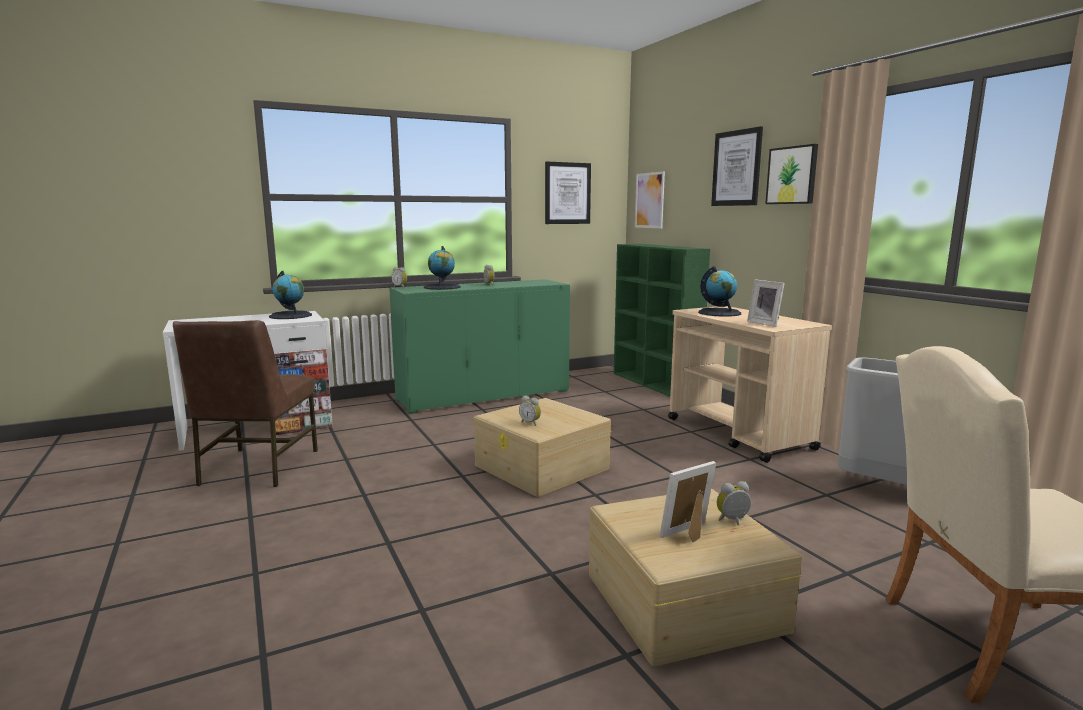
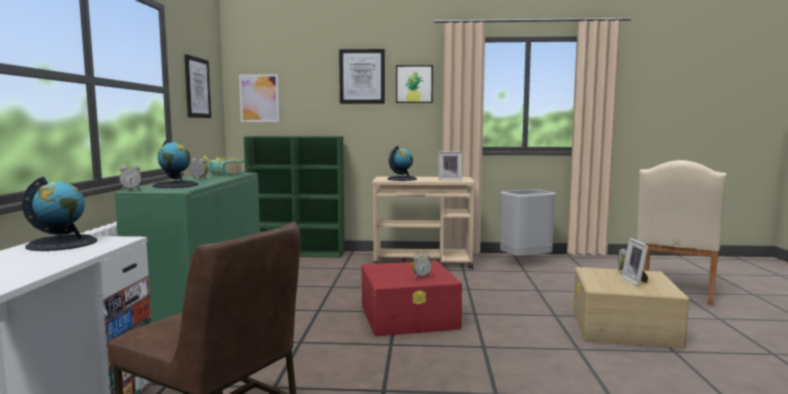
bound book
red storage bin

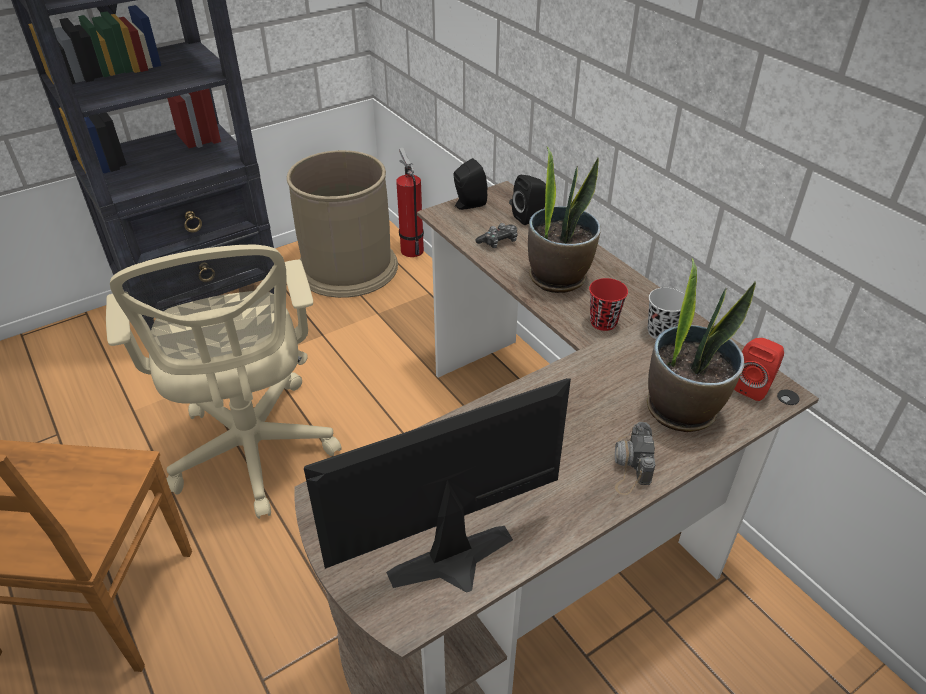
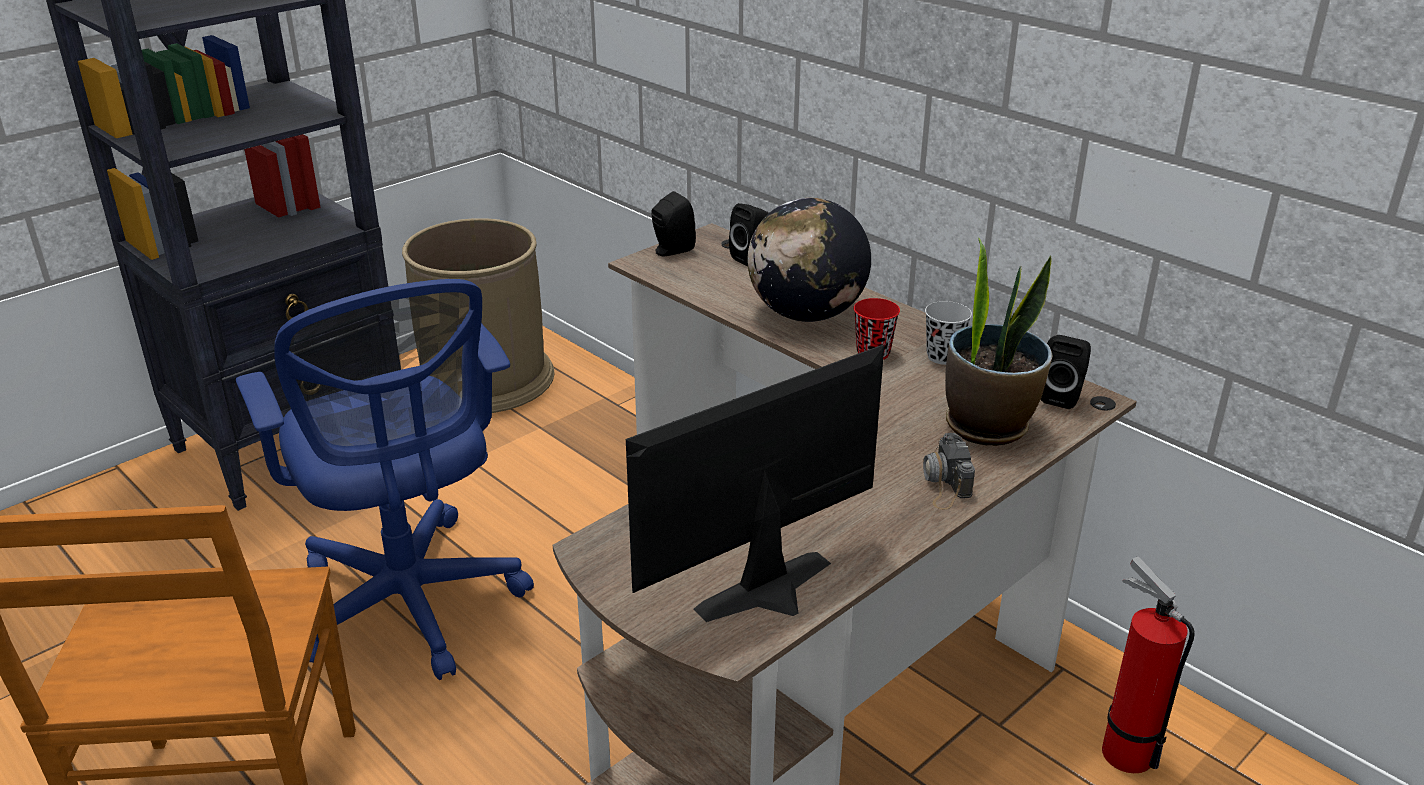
joypad
fire extinguisher
globe
blue desk chair
black speaker (no. 3 from left)

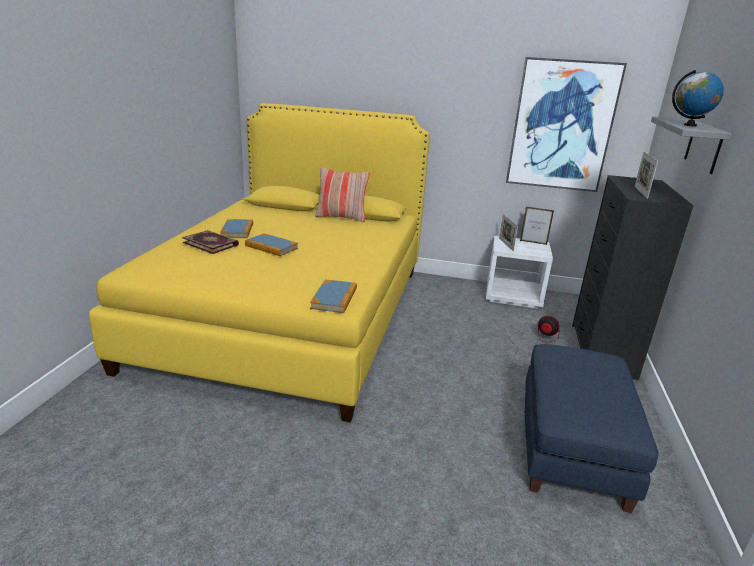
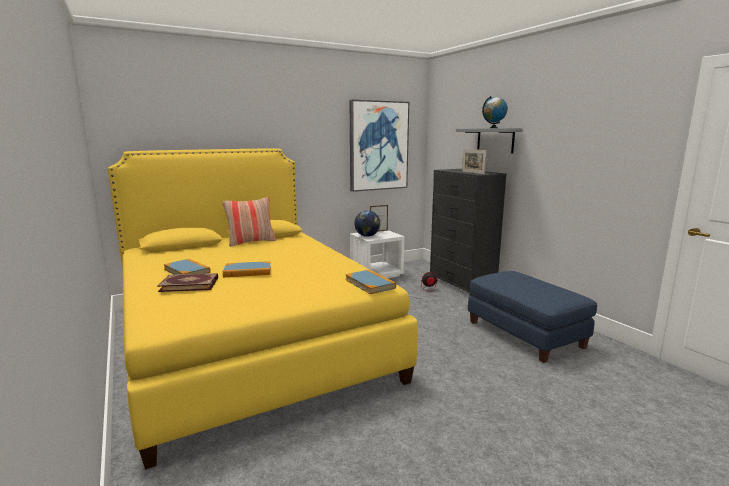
globe (no. 1 from left)

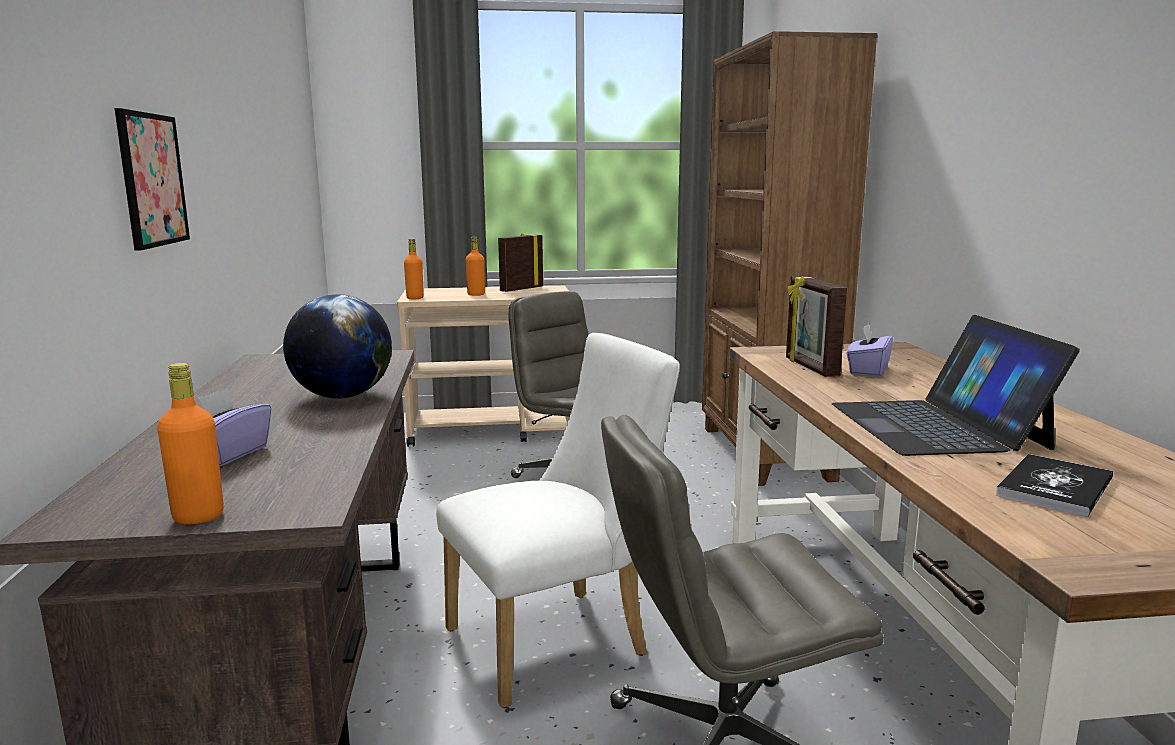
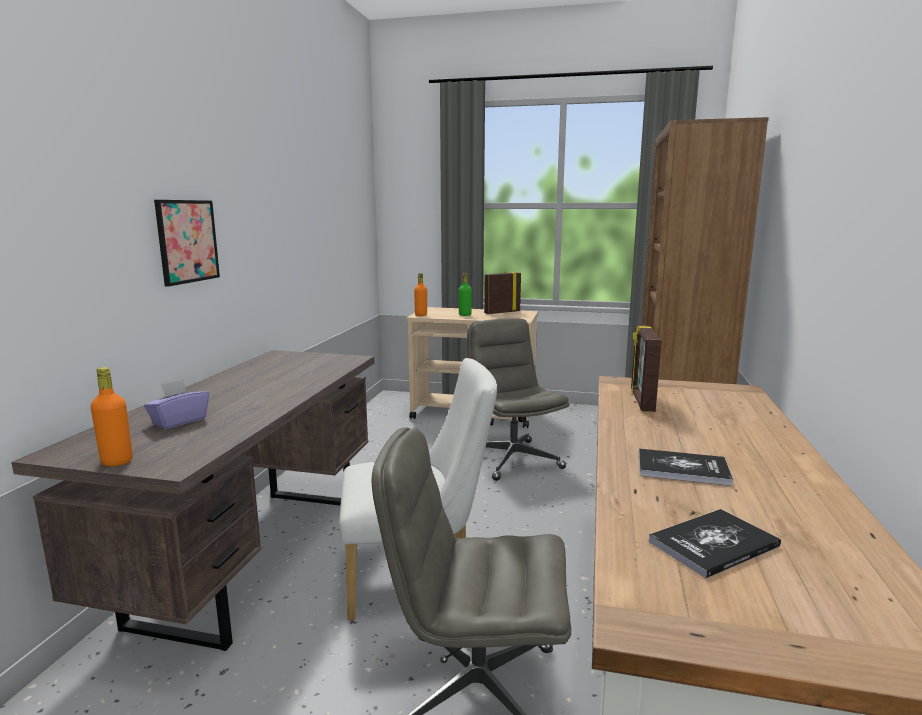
globe
purplish box of tissues (no. 2 from left in the first image)
bound book (no. 1 from left)
greenish bottle

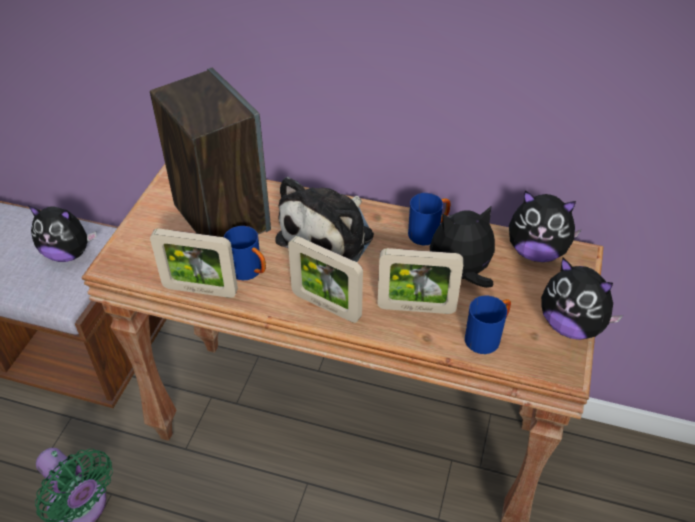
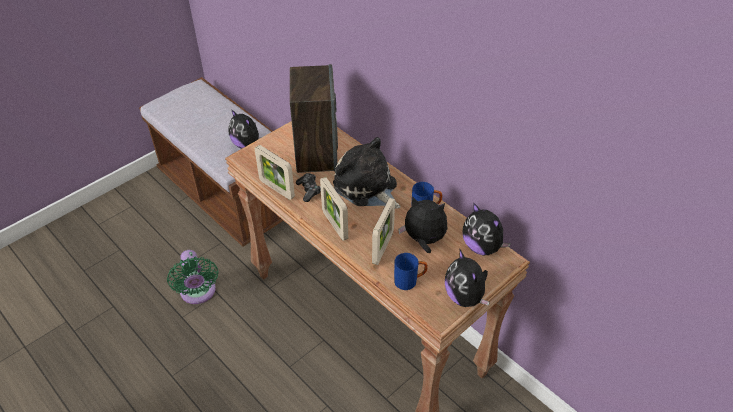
joypad
soft toy (no. 2 from left)
standing frame (no. 3 from left)

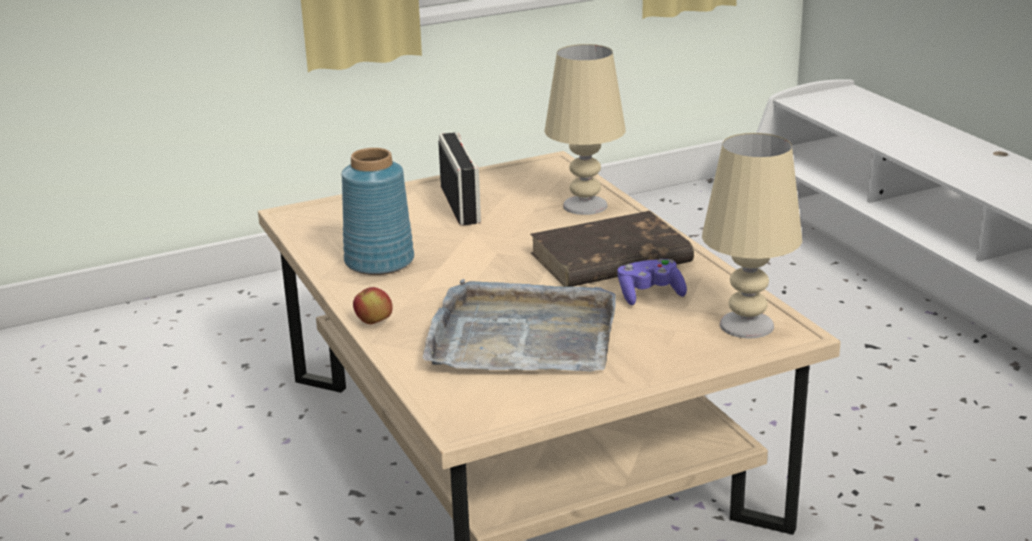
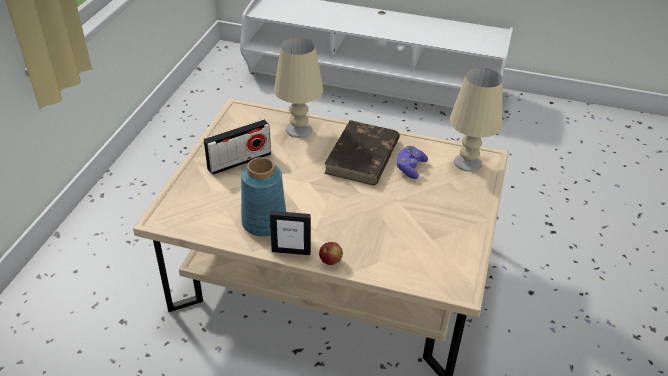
grey serving tray
standing frame
radio receiver

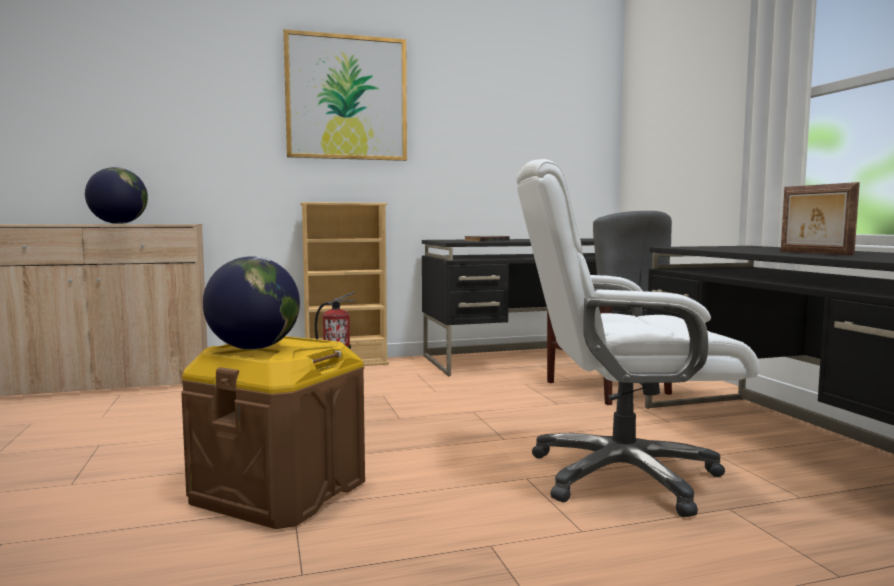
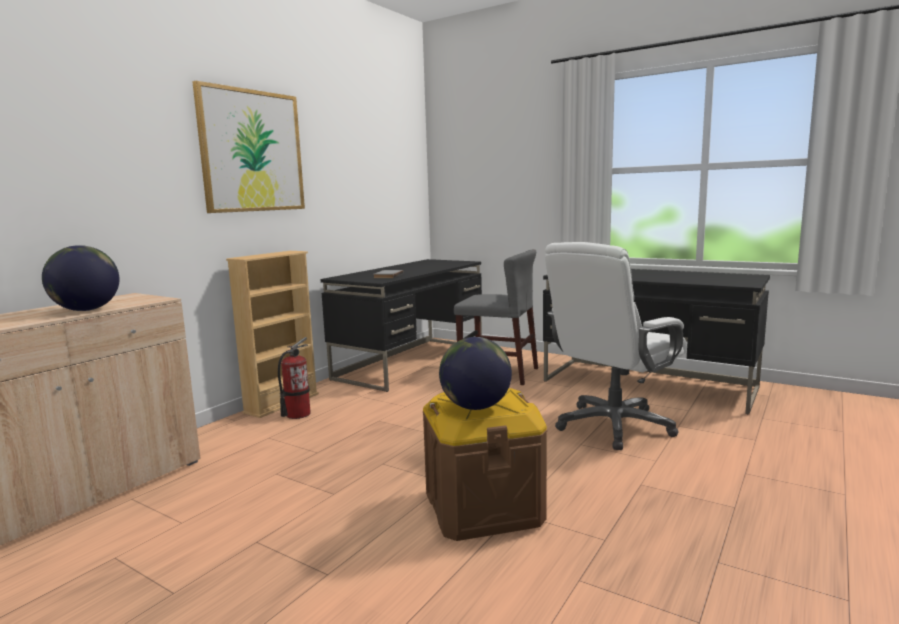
standing frame

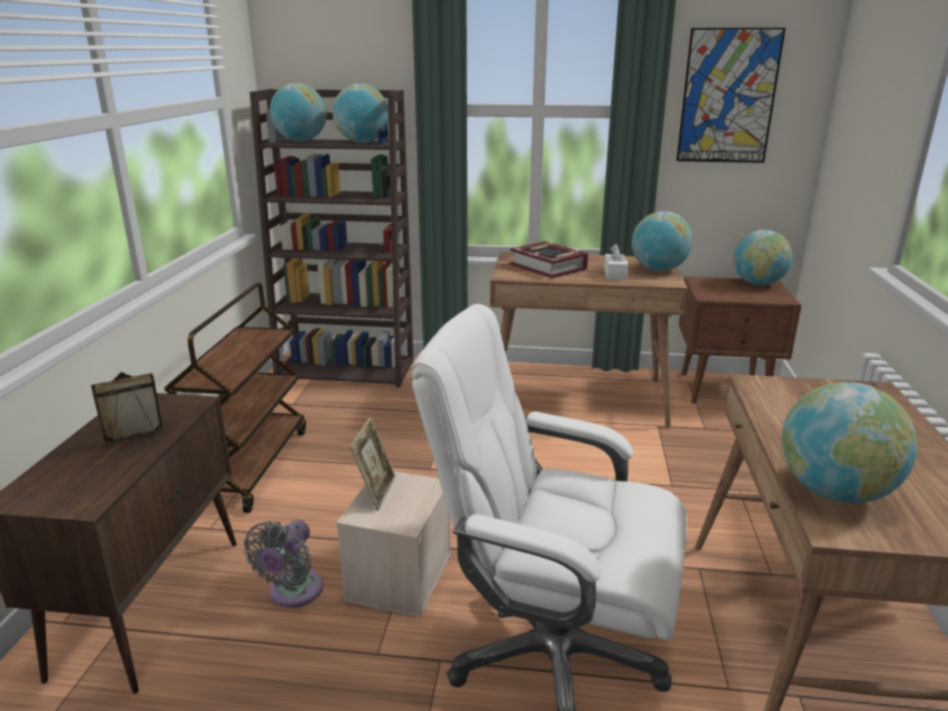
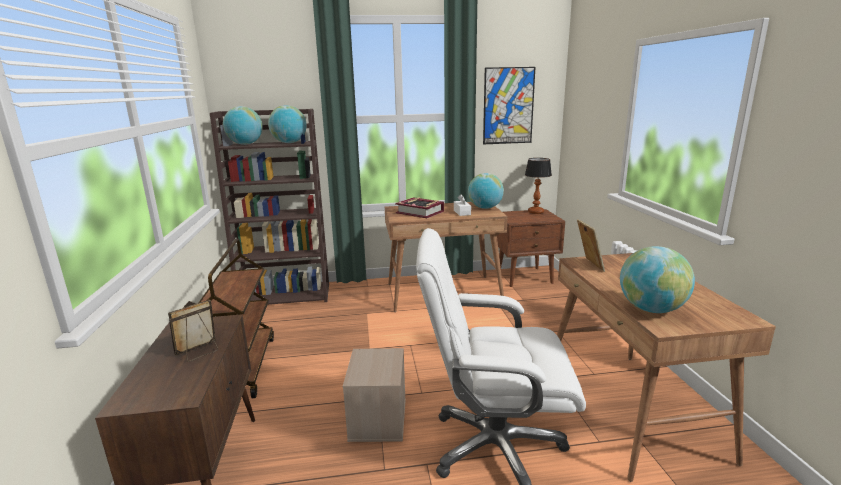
grey fan
standing frame (no. 2 from left)
lamp for a table

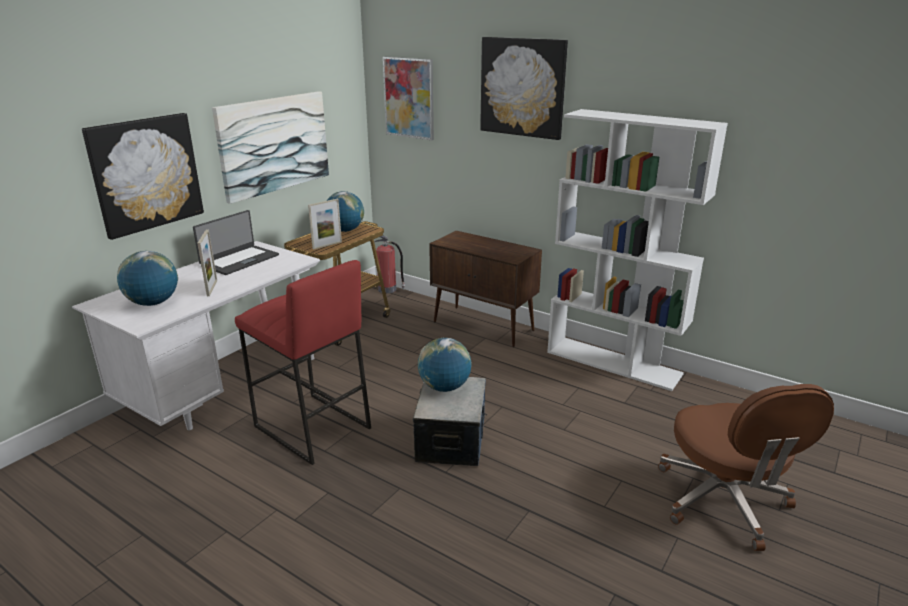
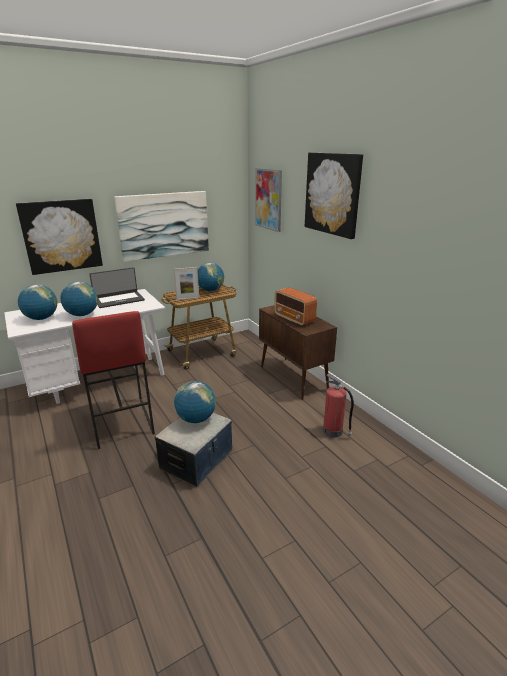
white-coloured shelving unit
brown desk chair
radio receiver
fire extinguisher
globe (no. 2 from left)

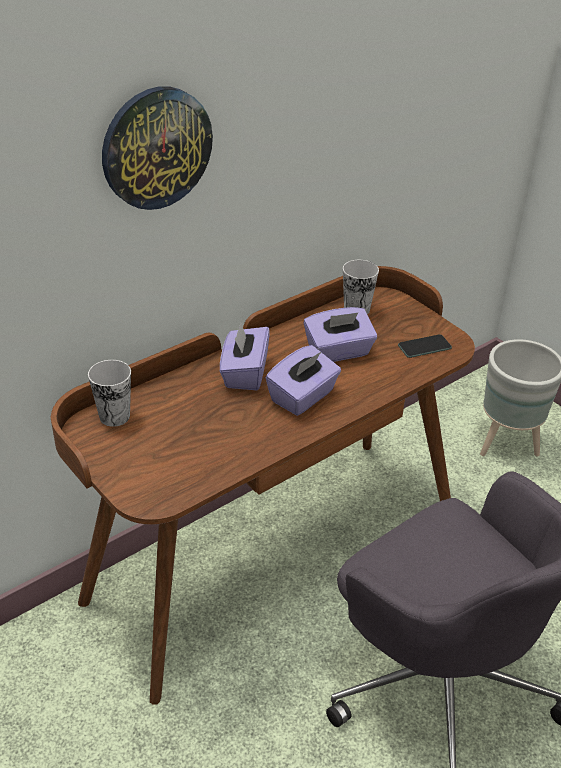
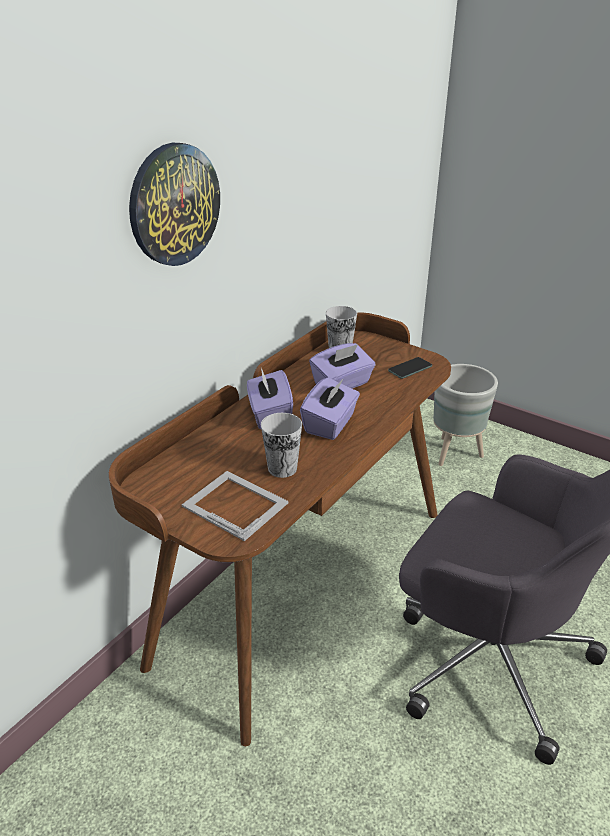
standing frame
cup (no. 1 from left)

